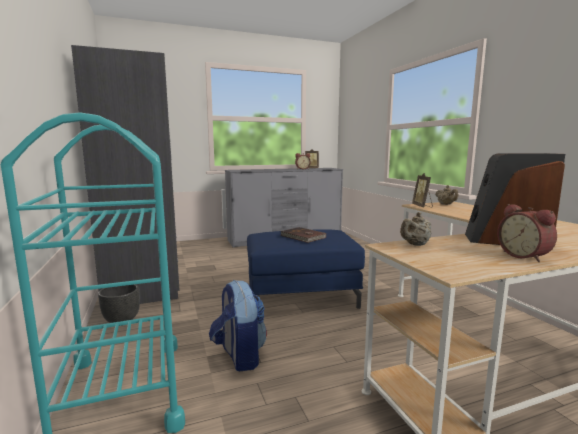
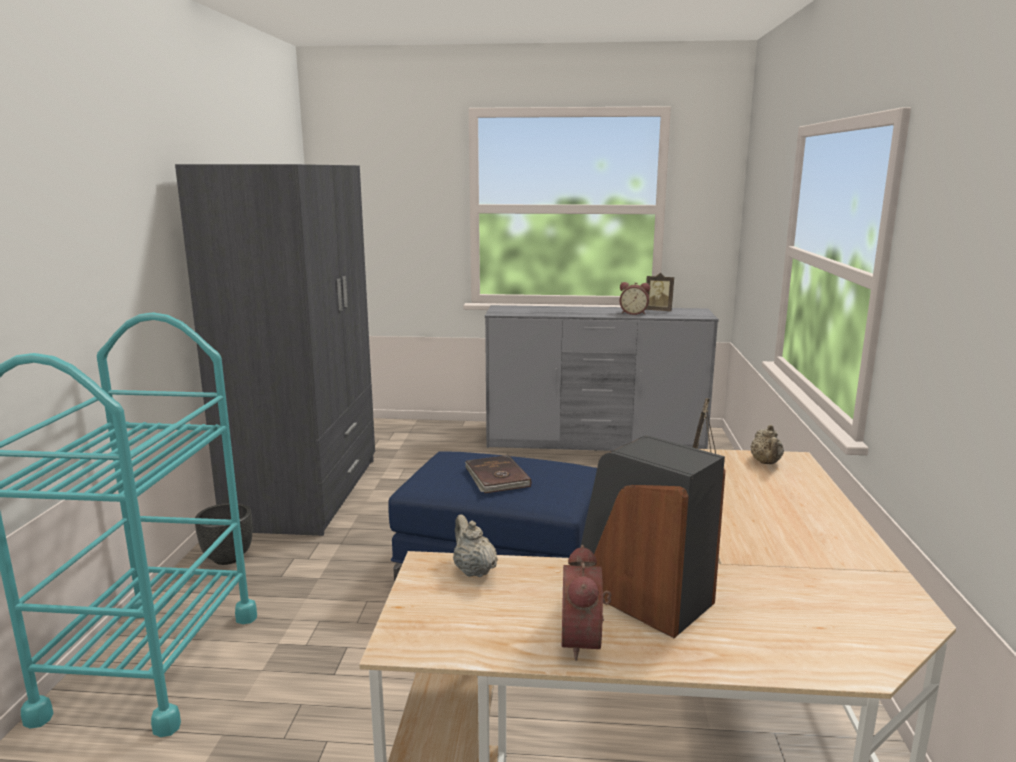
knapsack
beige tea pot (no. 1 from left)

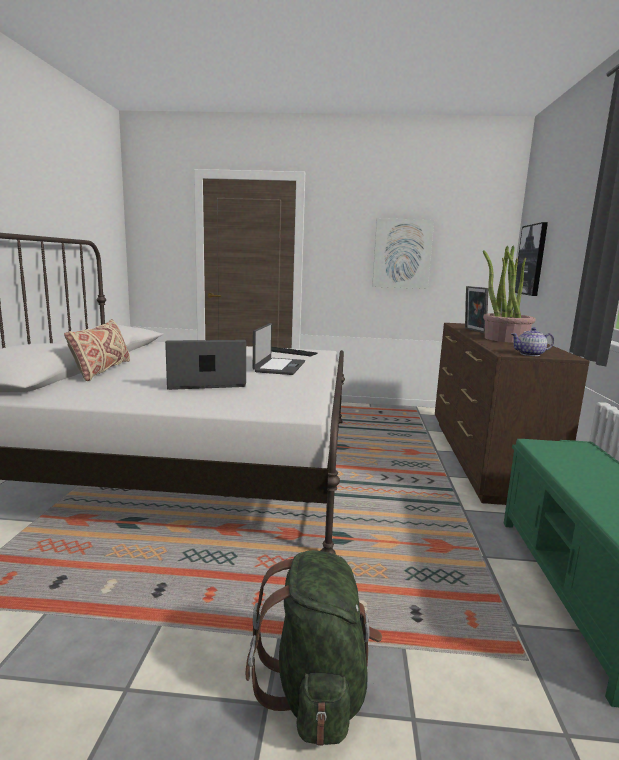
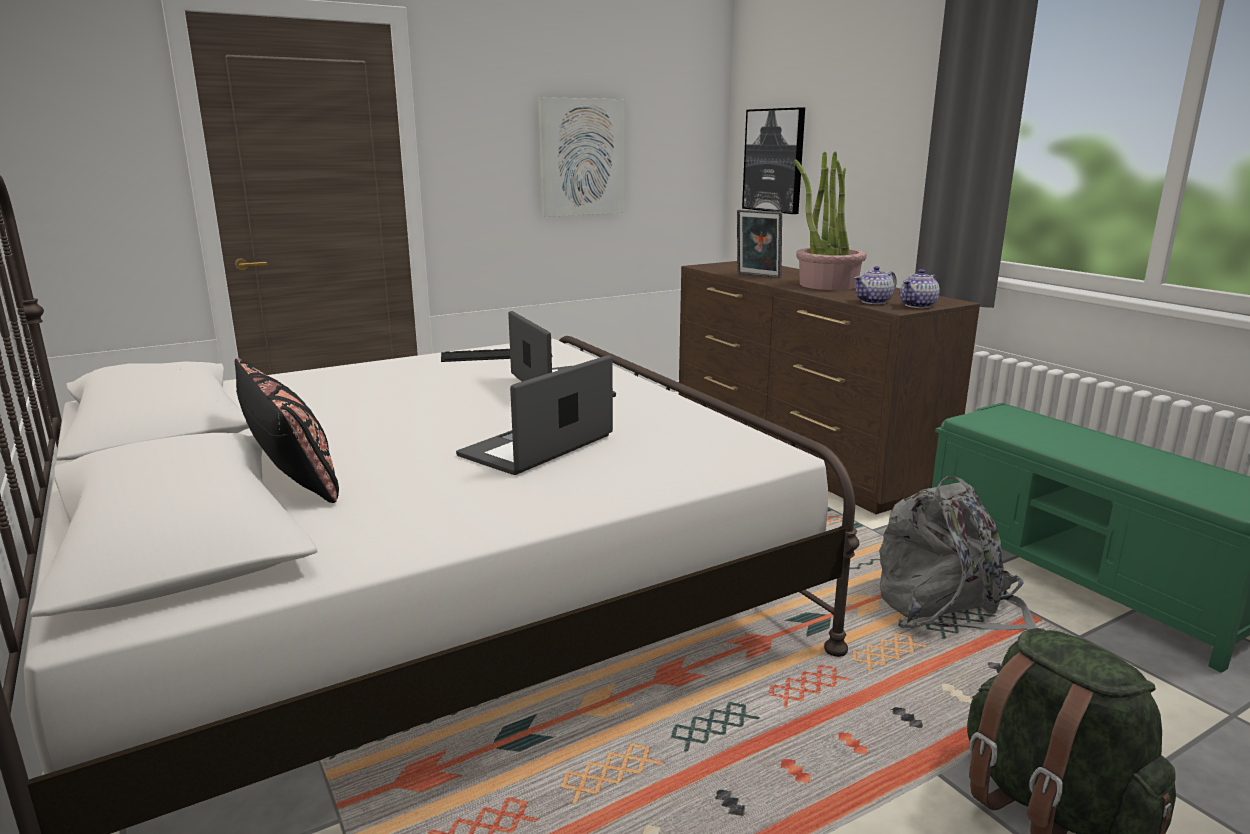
tea pot (no. 1 from left)
grey knapsack
black pillow

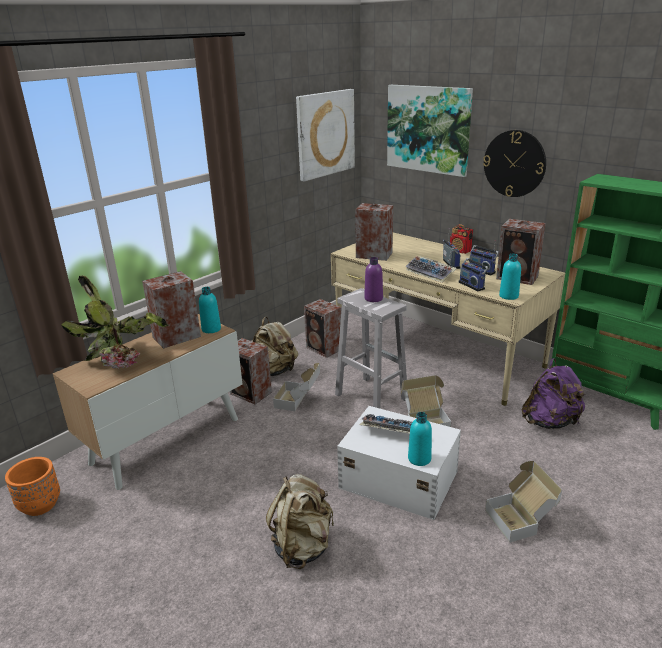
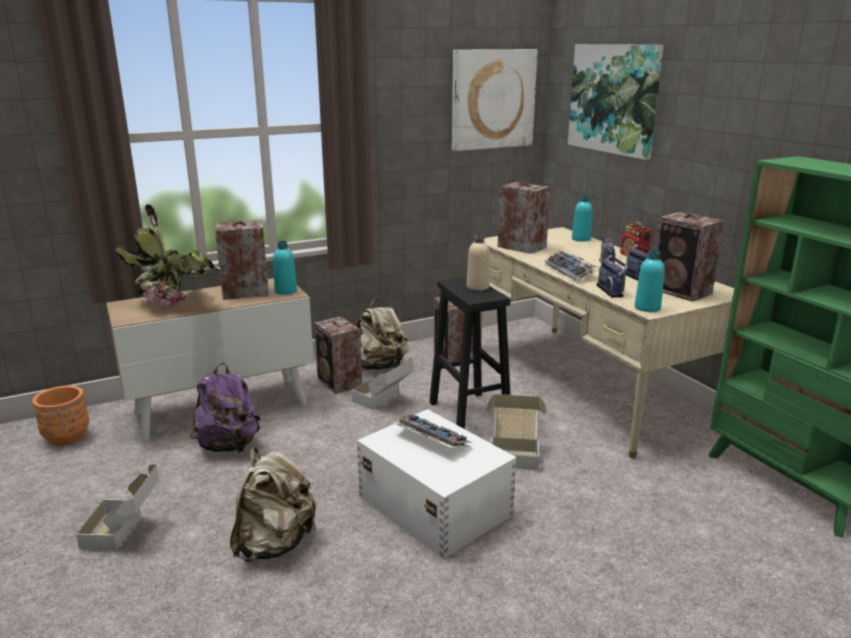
hanging clock
turquoise bottle (no. 2 from left)
carton (no. 1 from left)
purplish knapsack
black stool
beige bottle

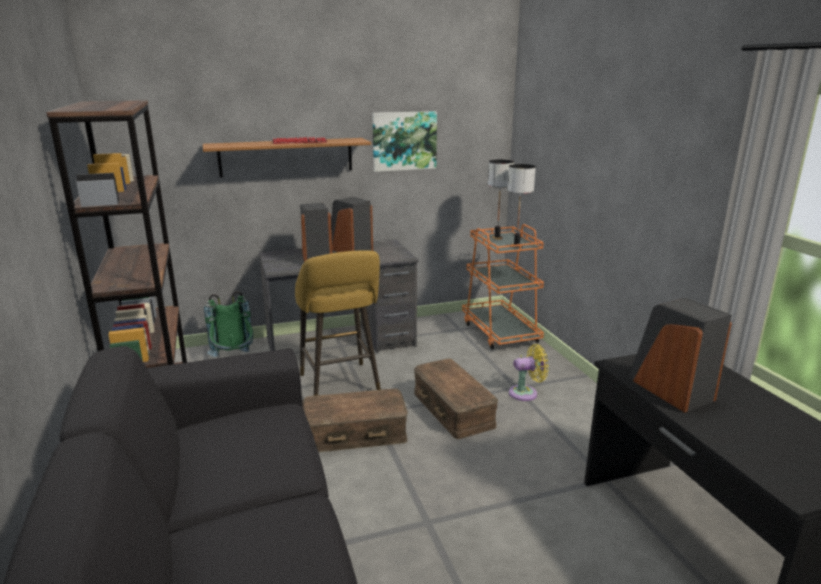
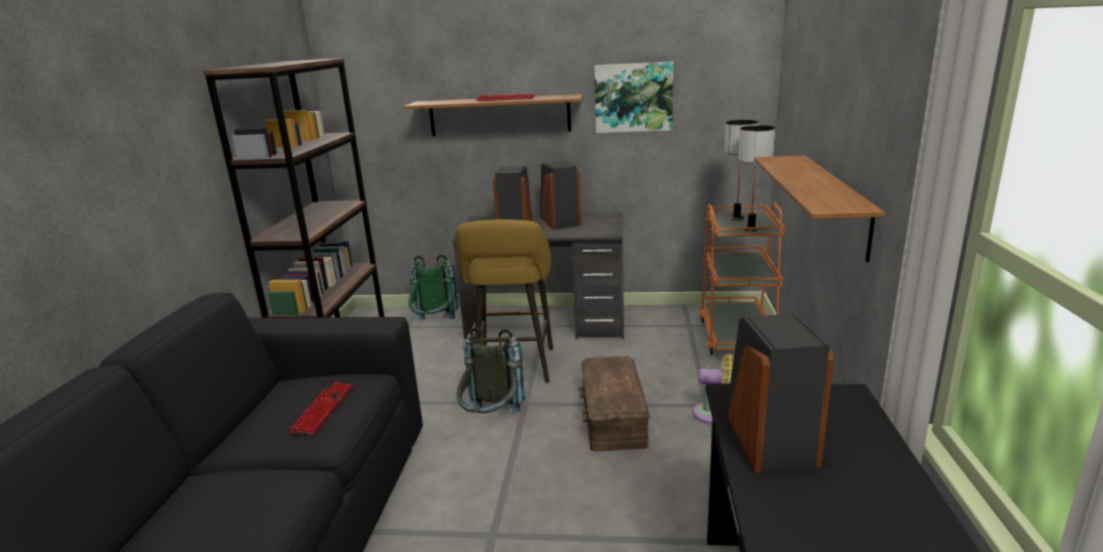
keyboard (no. 1 from left)
bracket shelf (no. 2 from left)
grey knapsack

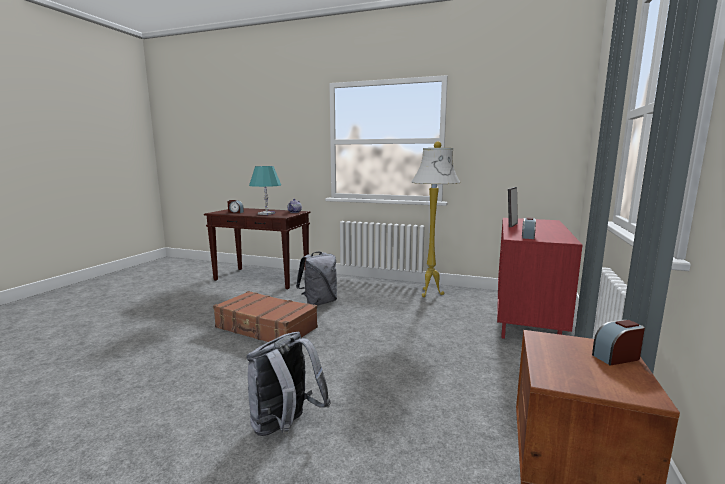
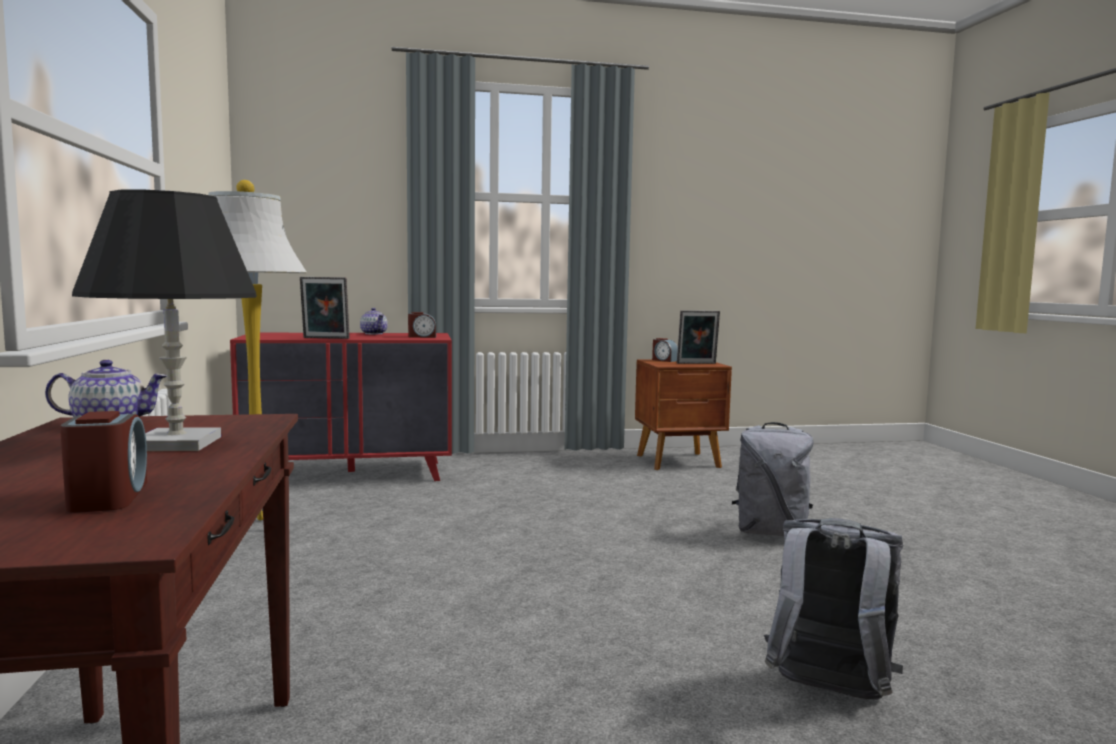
brown suitcase
tea pot (no. 2 from left)
standing frame (no. 2 from left)
grey knapsack (no. 2 from left)
black lamp for a table

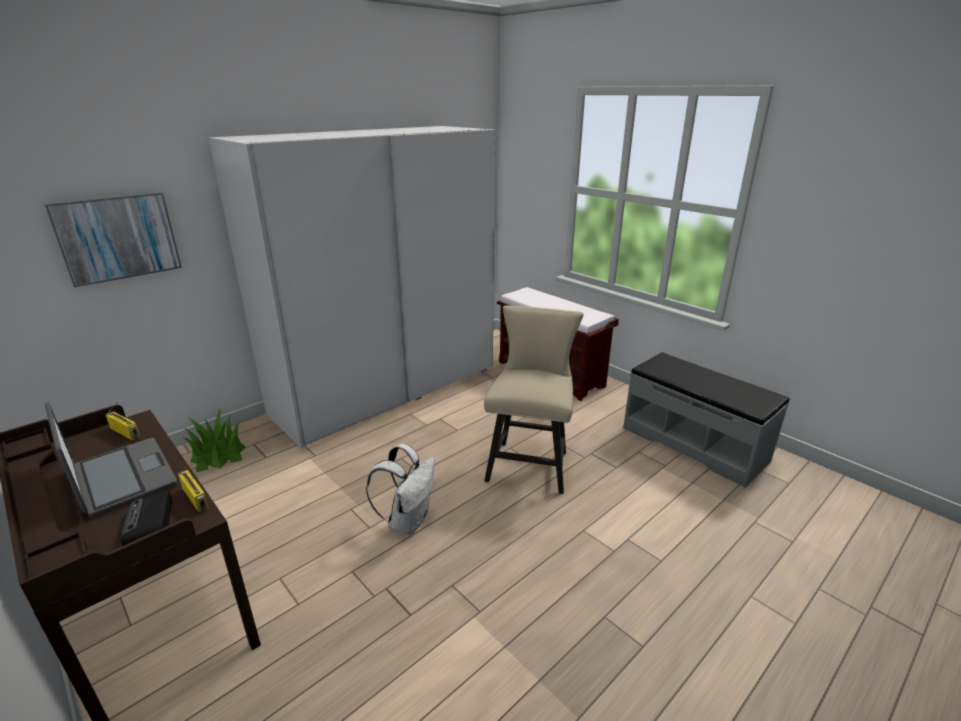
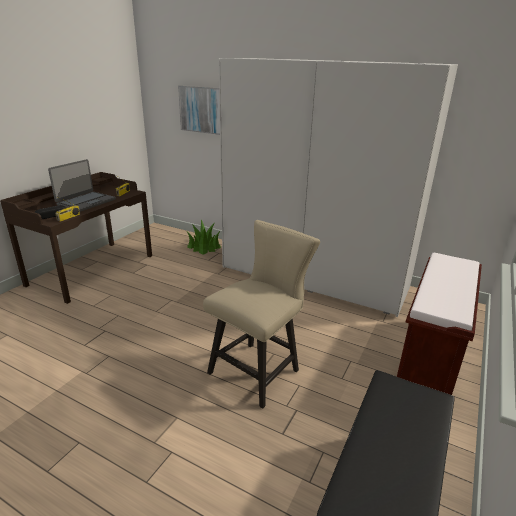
white-coloured knapsack
beige chair

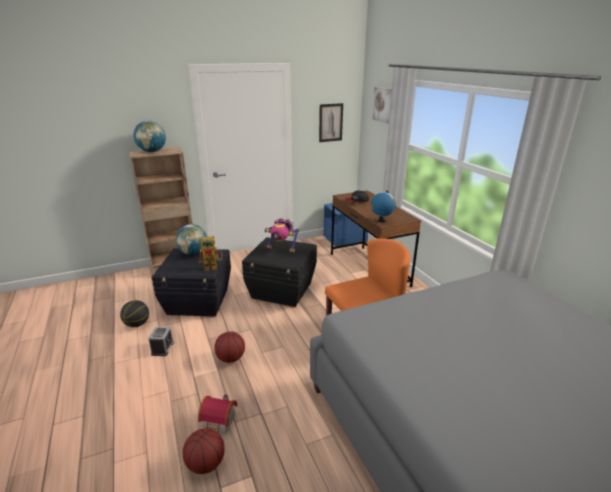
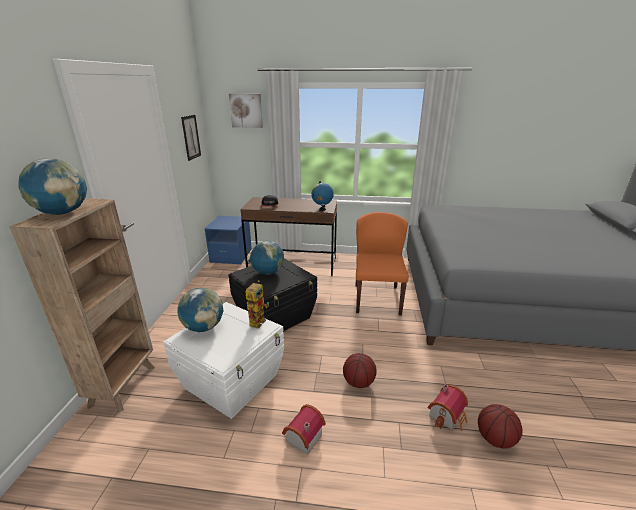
basketball (no. 1 from left in the first image)
model house (no. 1 from left)
globe (no. 3 from left)
white-coloured storage bin

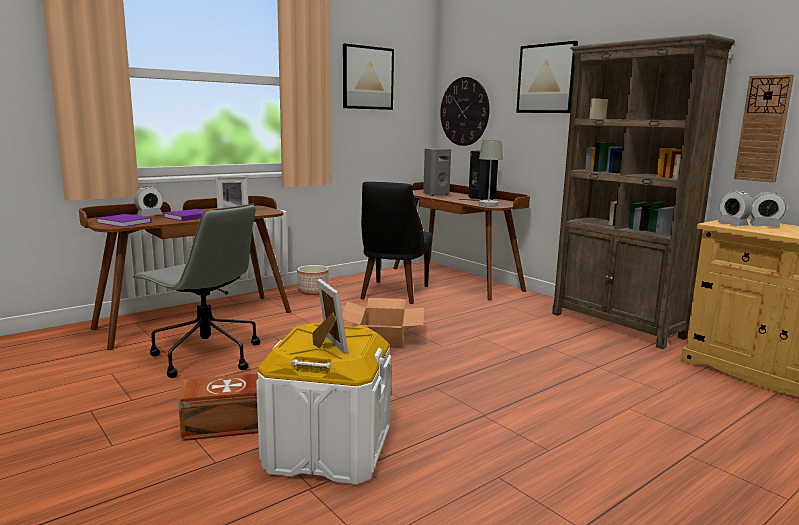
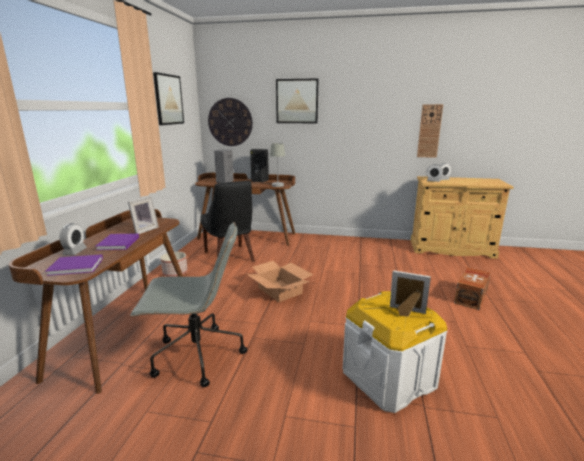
brown shelving unit
brown storage bin

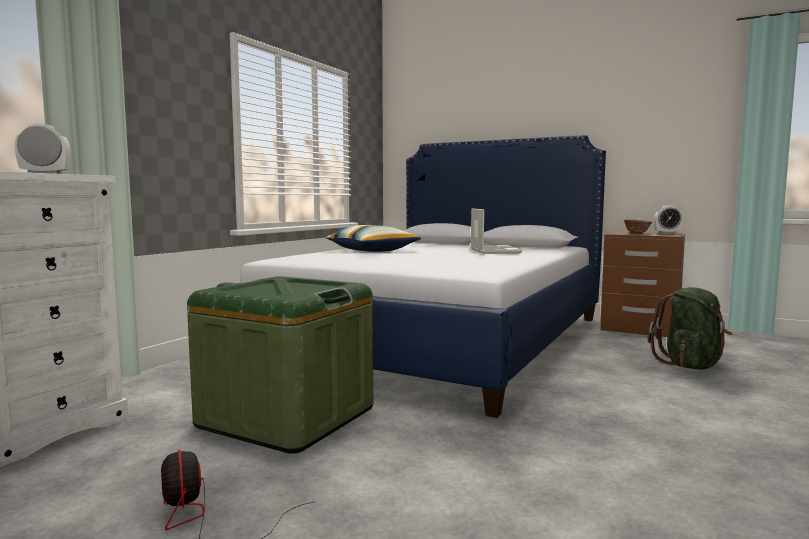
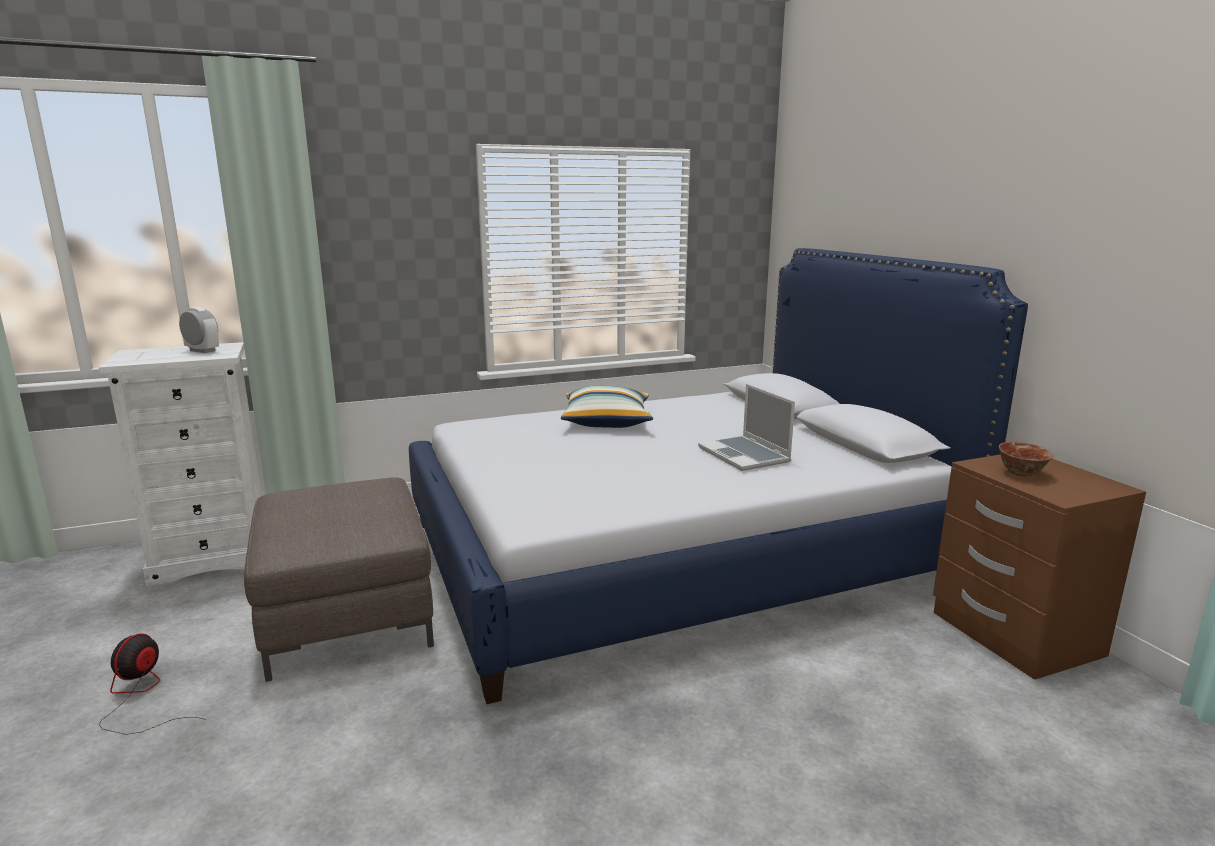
greenish knapsack
alarm clock (no. 2 from left in the first image)
brown ottoman
notebook computer

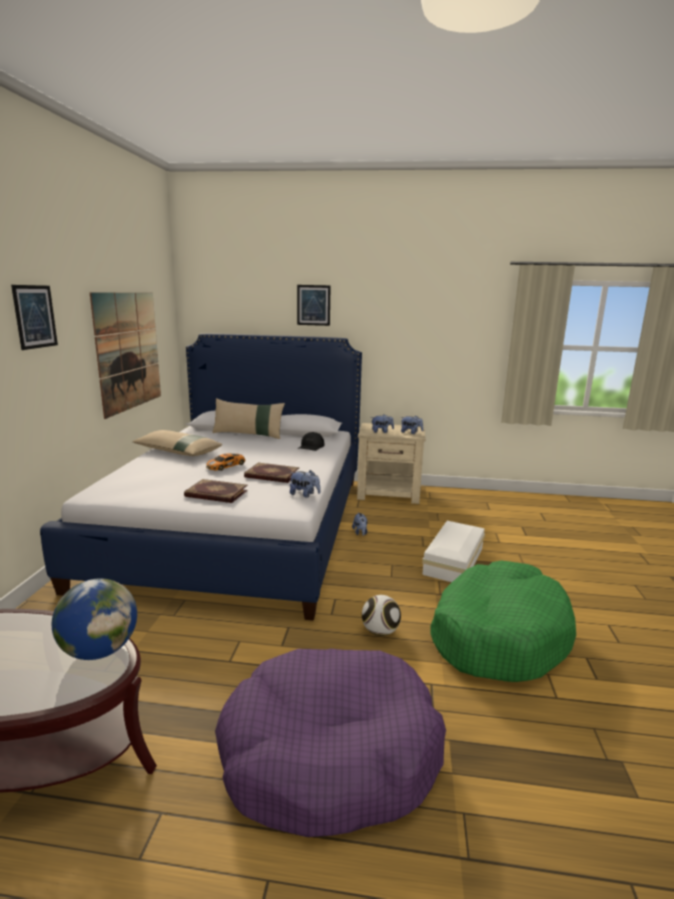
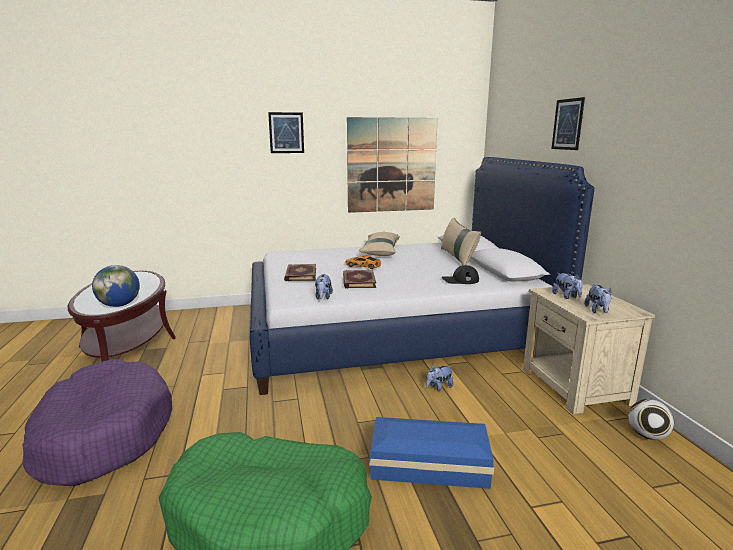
football
blue storage bin

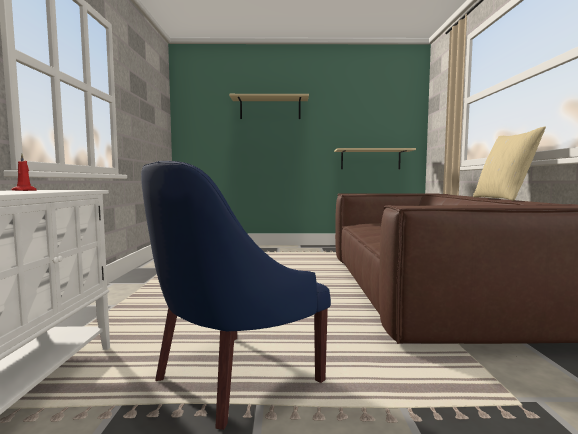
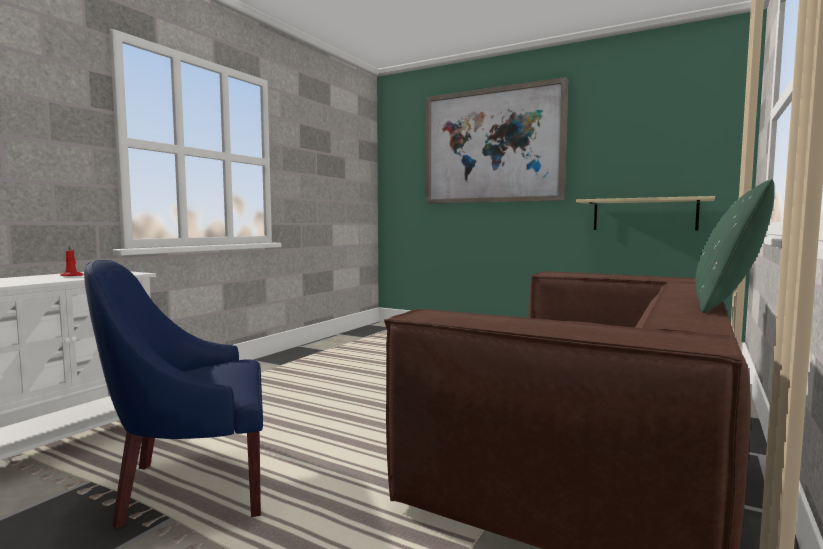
wall picture
greenish pillow

